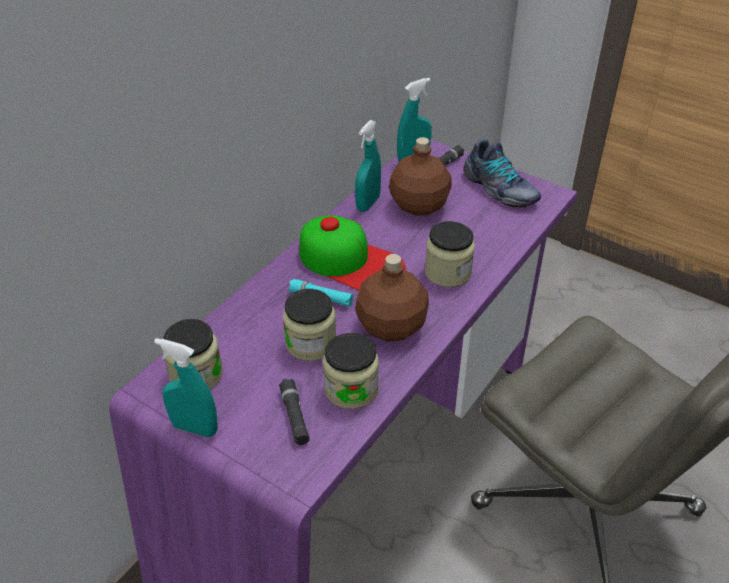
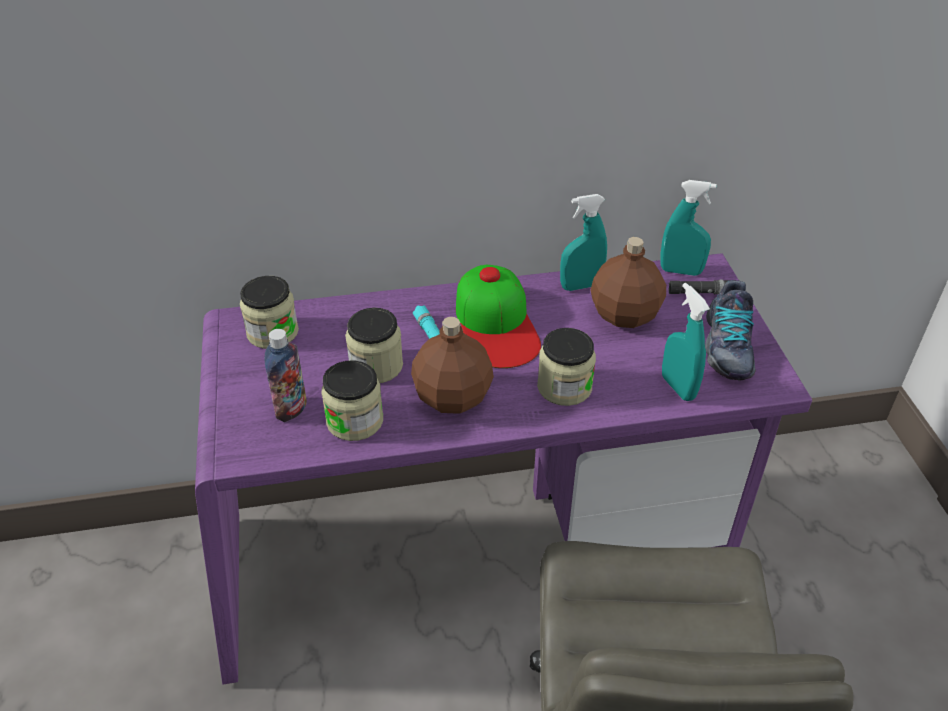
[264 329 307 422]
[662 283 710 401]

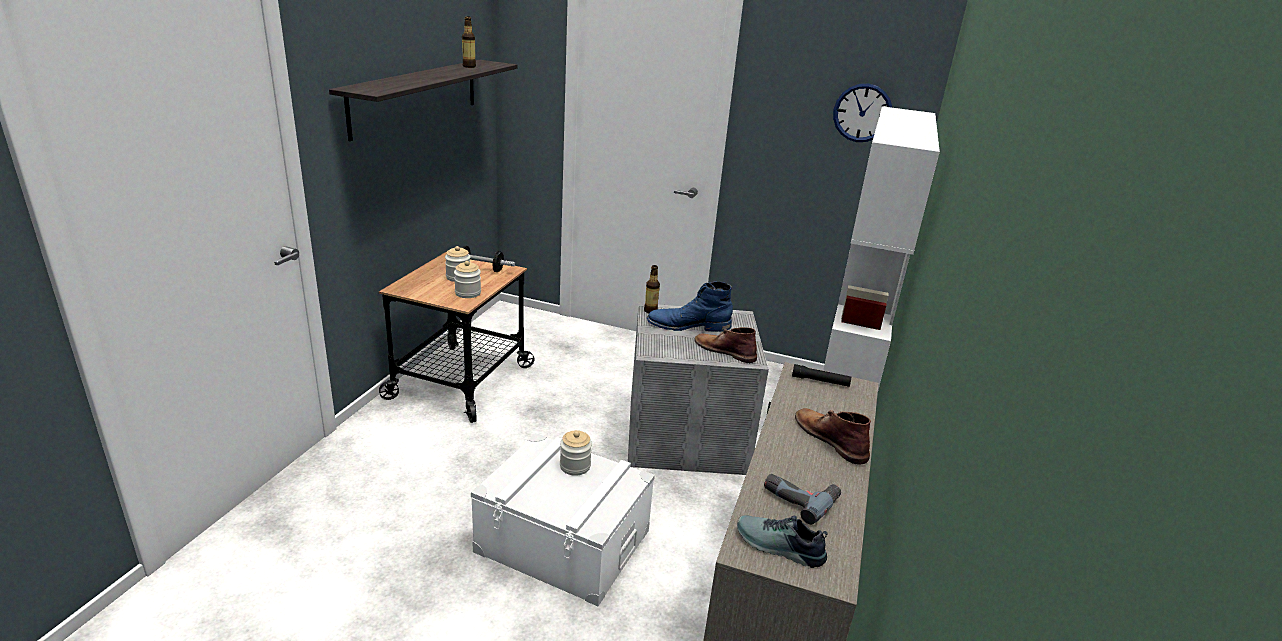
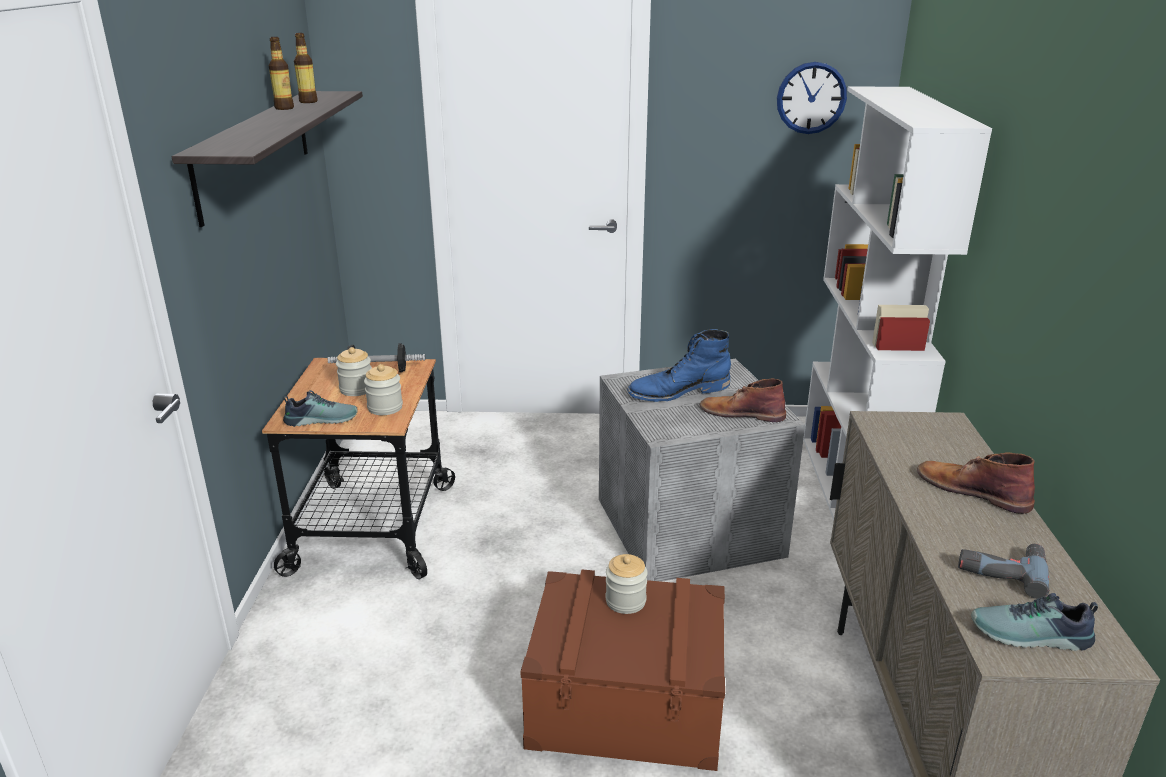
[269 37 294 110]
[283 390 358 427]
[521 569 725 771]
[792 364 851 387] (first image)

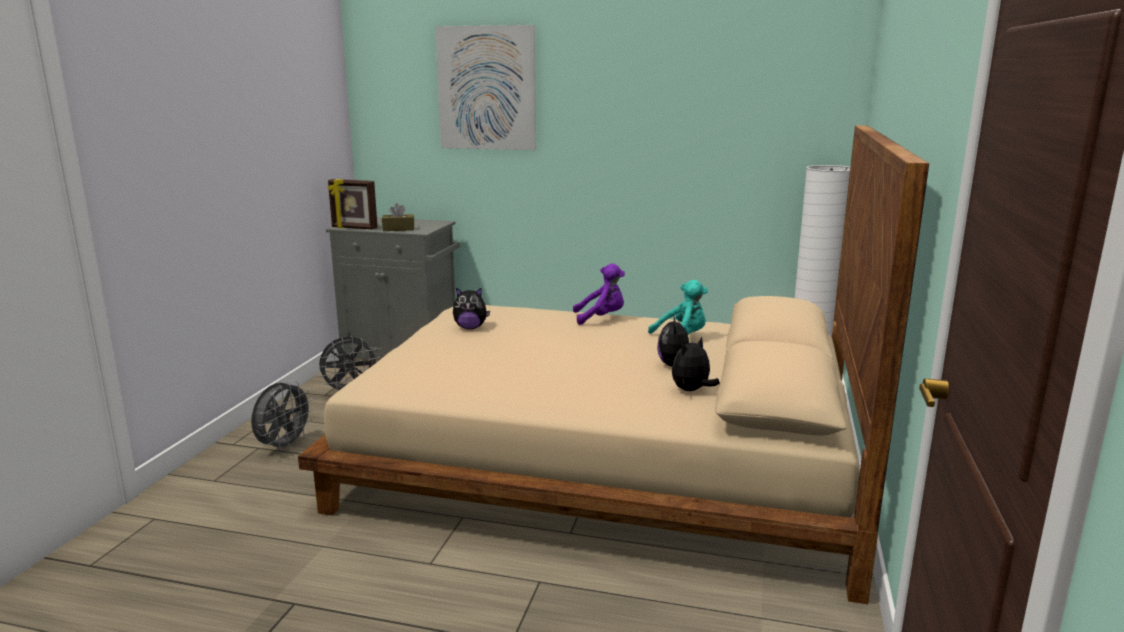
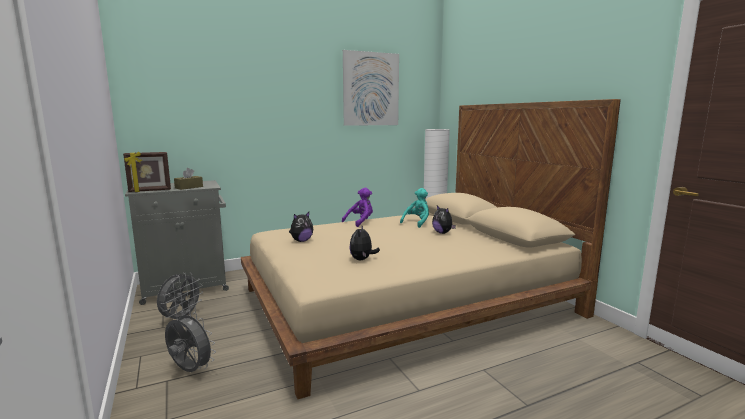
[165 311 216 372]
[343 50 399 126]
[350 226 380 260]

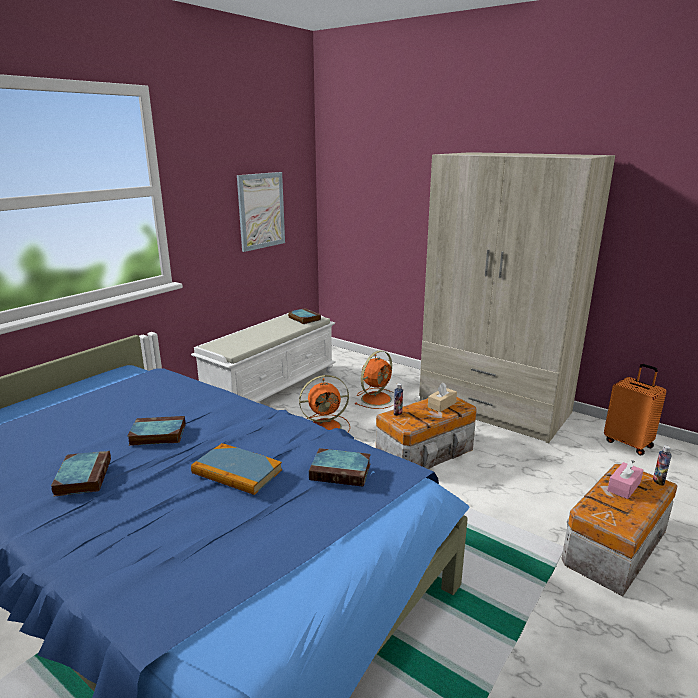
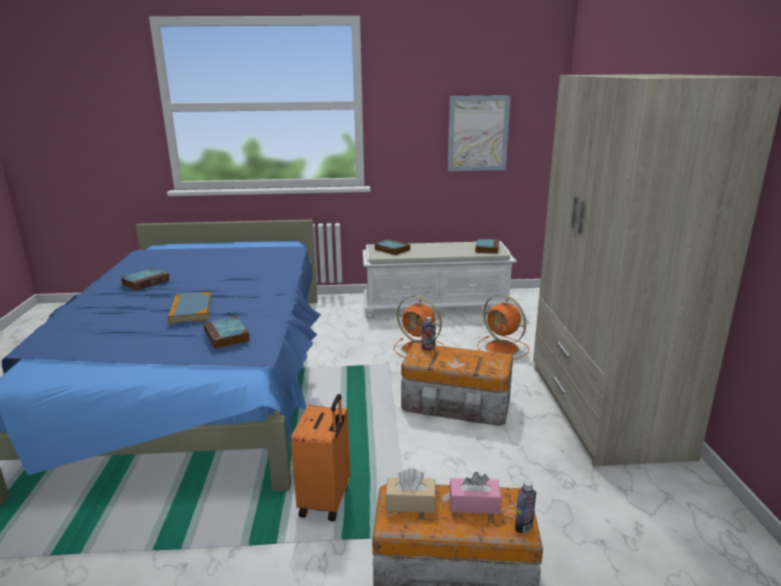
[291 394 350 521]
[375 239 410 255]
[386 468 436 513]
[477 294 529 360]

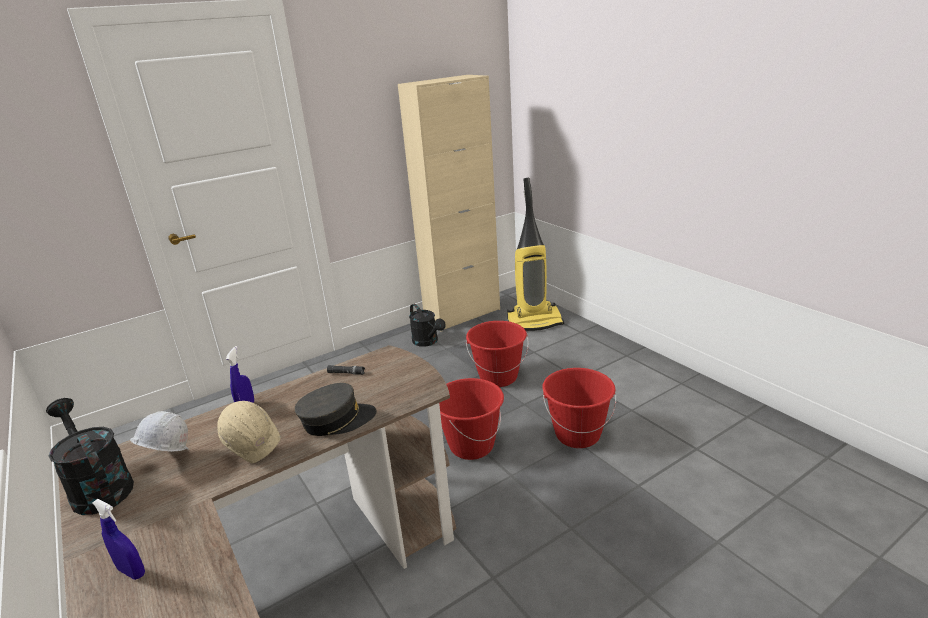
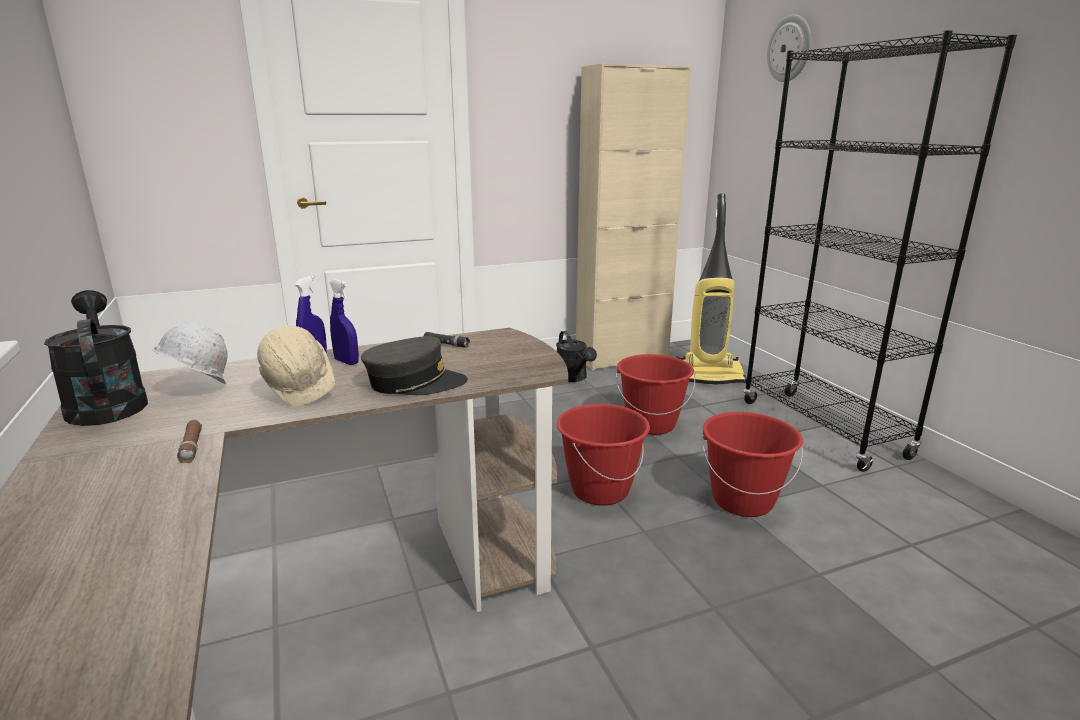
[177 420 202 463]
[330 279 359 365]
[744 30 1017 472]
[767 14 811 82]

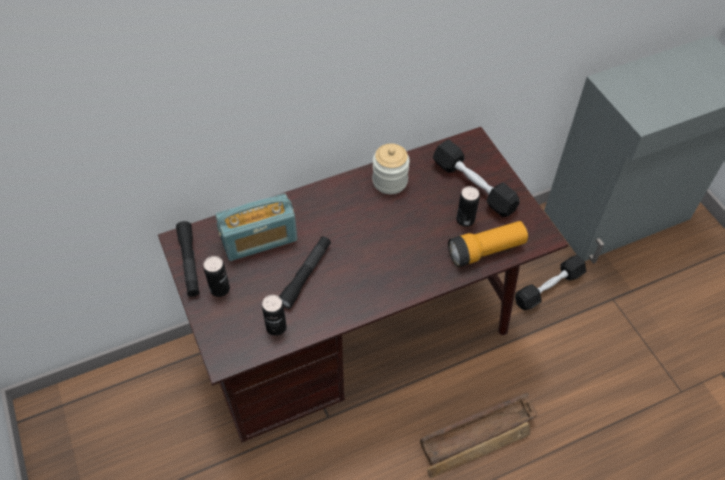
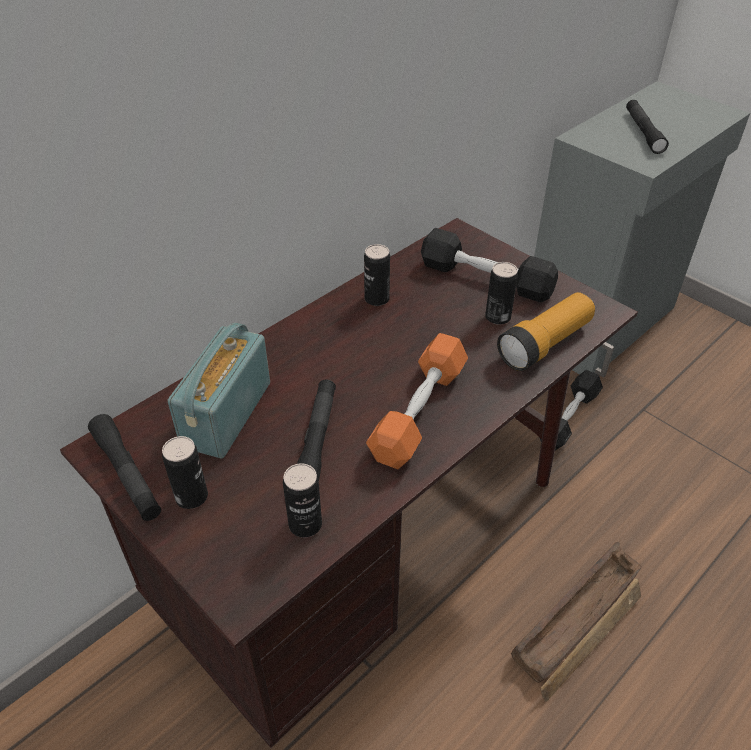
[168 323 270 459]
[364 244 390 306]
[366 333 468 469]
[626 100 669 154]

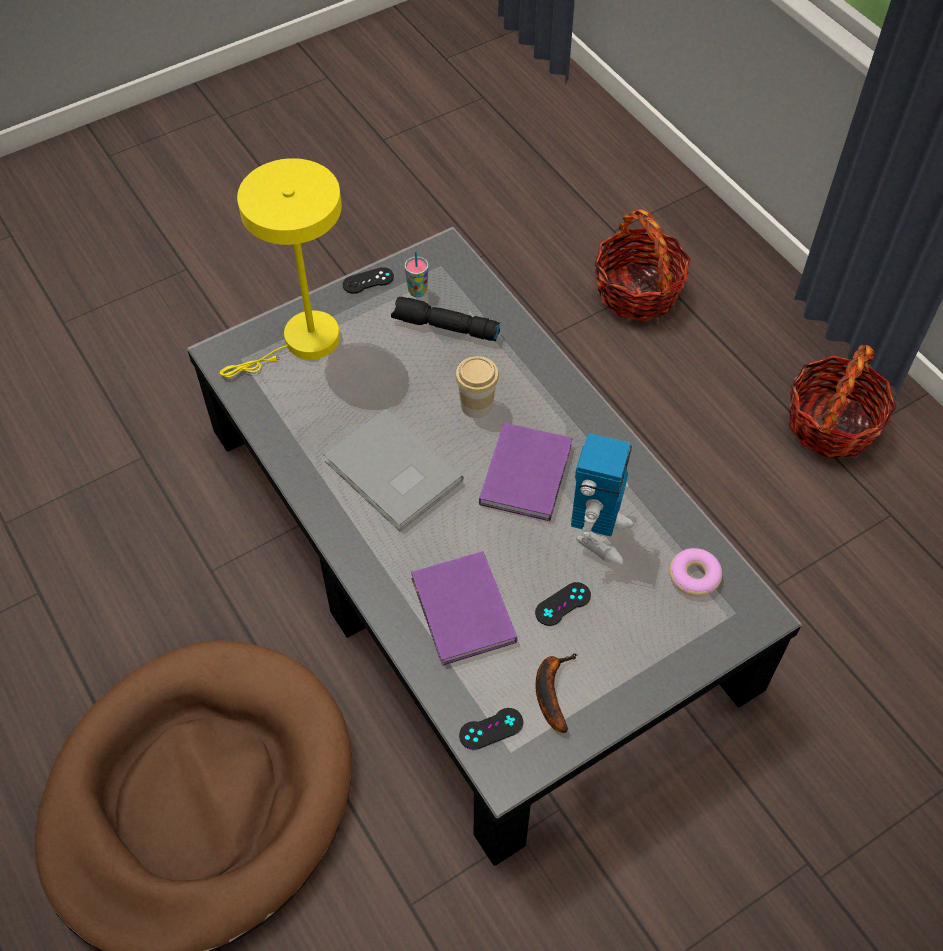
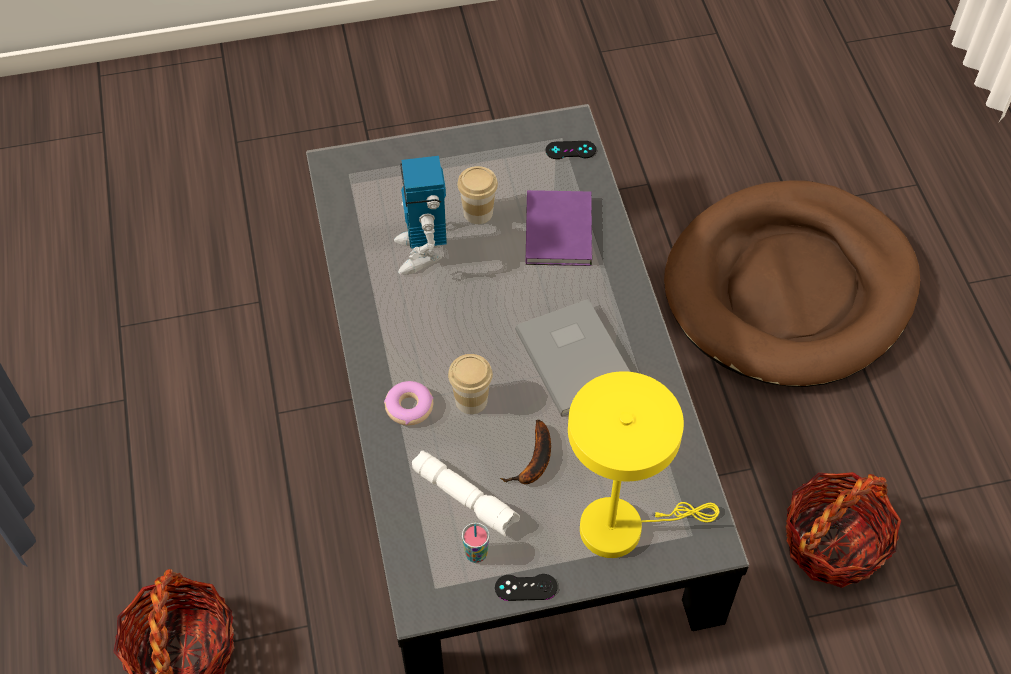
[384 381 433 425]
[394 156 447 275]
[412 450 520 537]
[457 166 498 224]
[500 420 551 484]
[786 472 901 588]
[479 423 573 521] (first image)

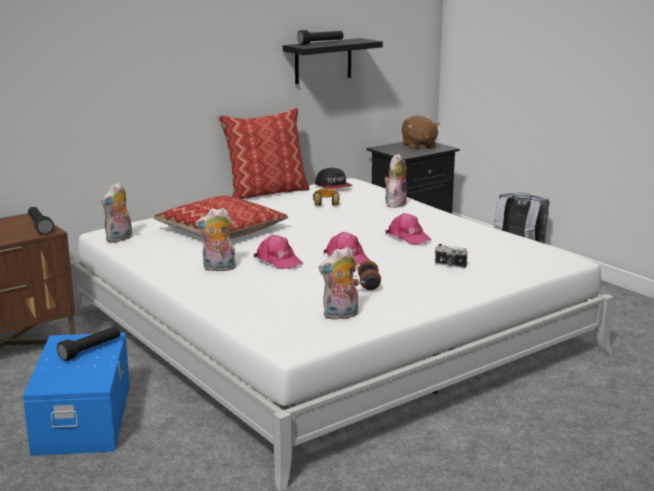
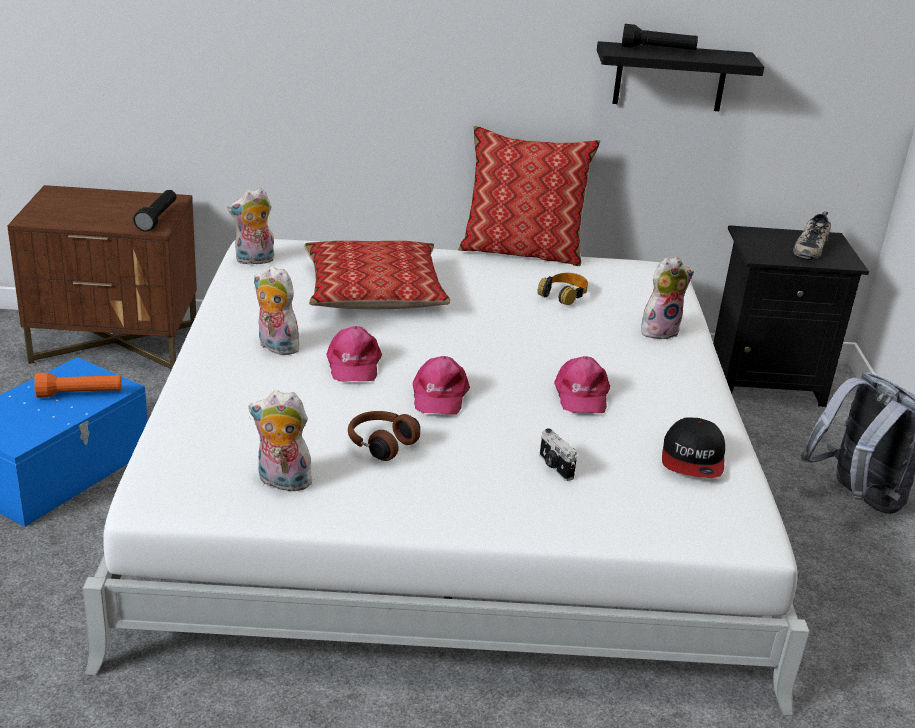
[34 373 122 398]
[662 417 725 478]
[793 211 831 260]

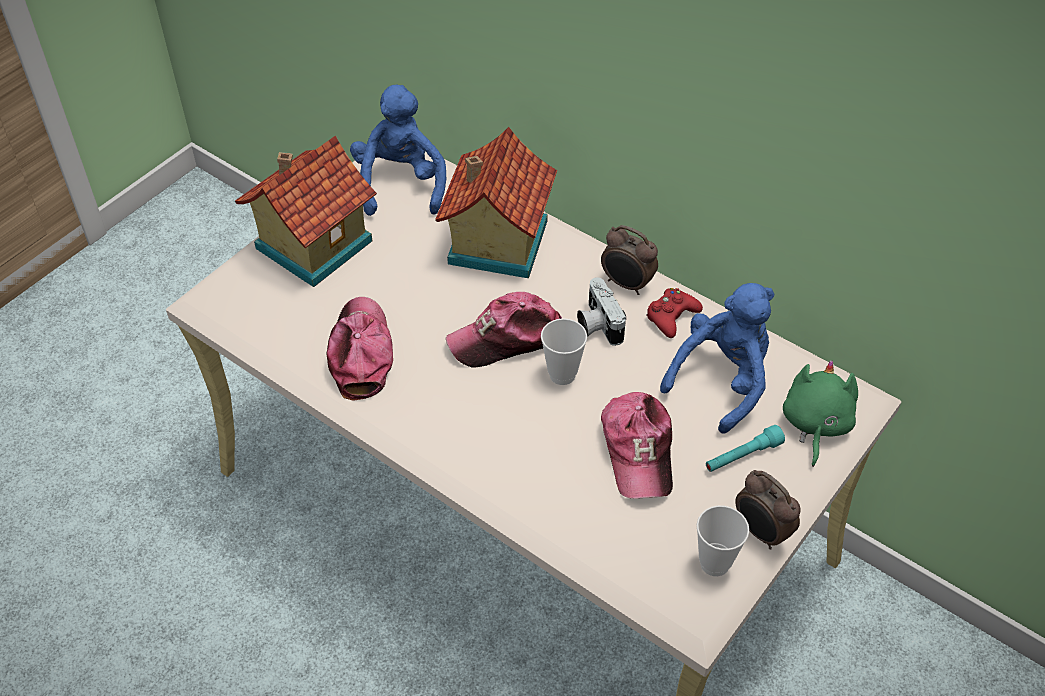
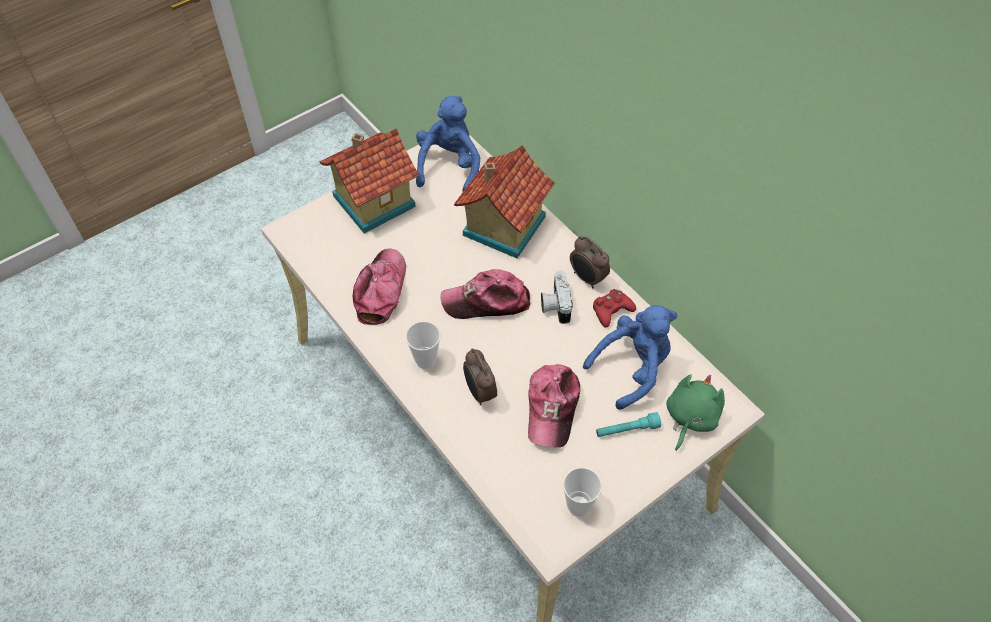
[405 321 441 369]
[463 348 497 405]

